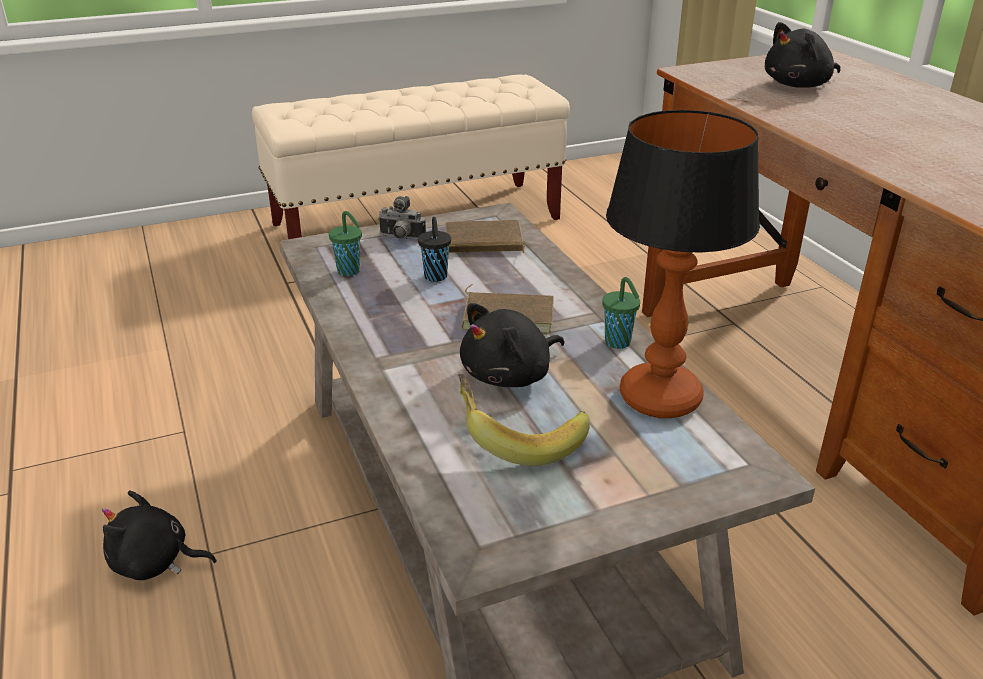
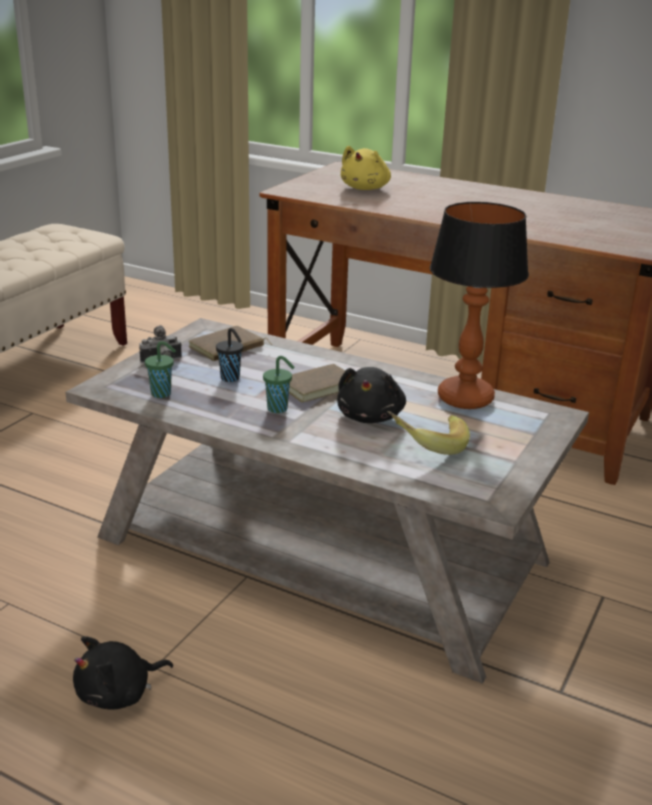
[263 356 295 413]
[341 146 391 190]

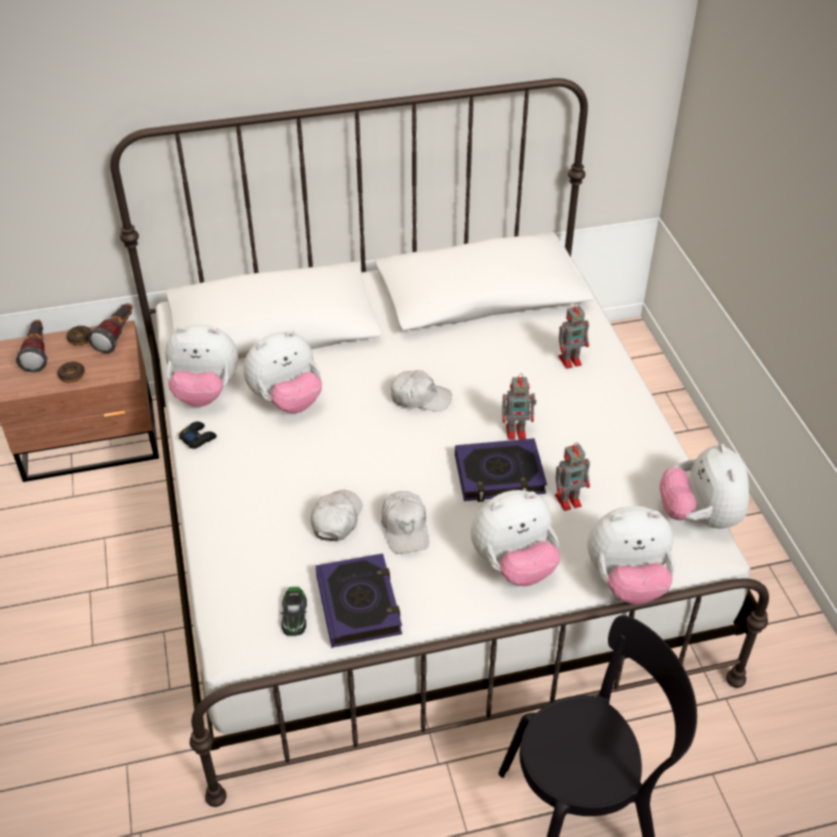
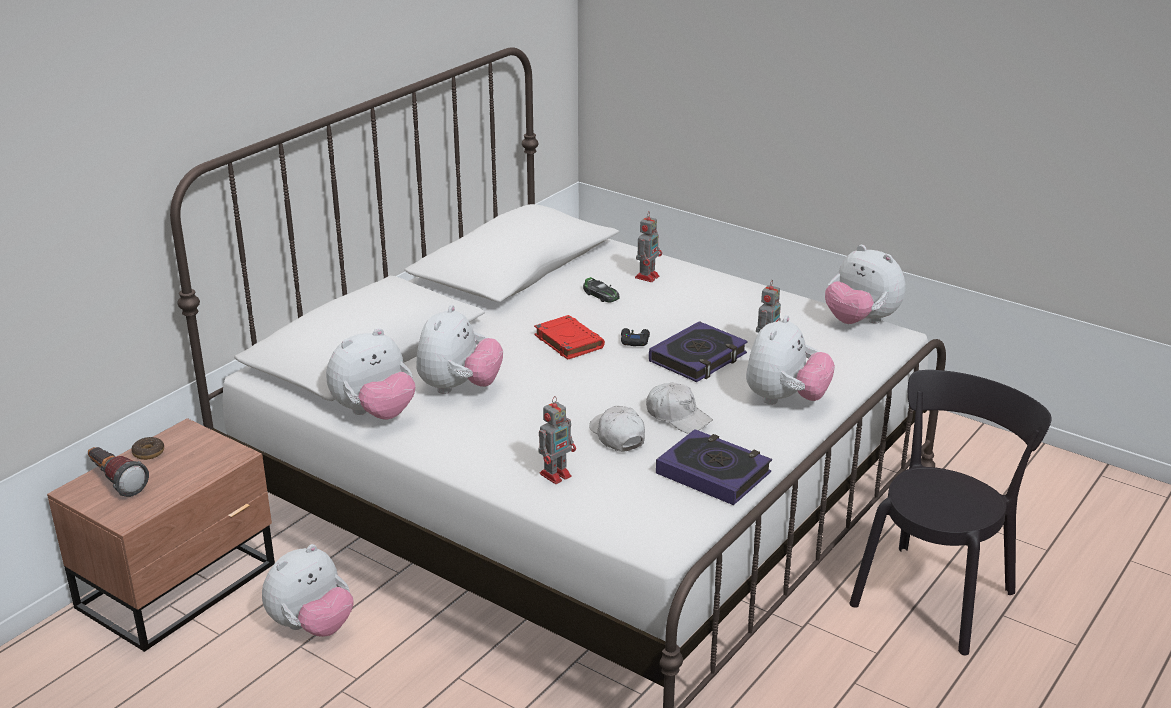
[262 544 354 637]
[534 315 605 360]
[539 396 576 484]
[583 277 620 303]
[621 328 650 346]
[58 362 85 383] (first image)
[88 303 133 353] (first image)

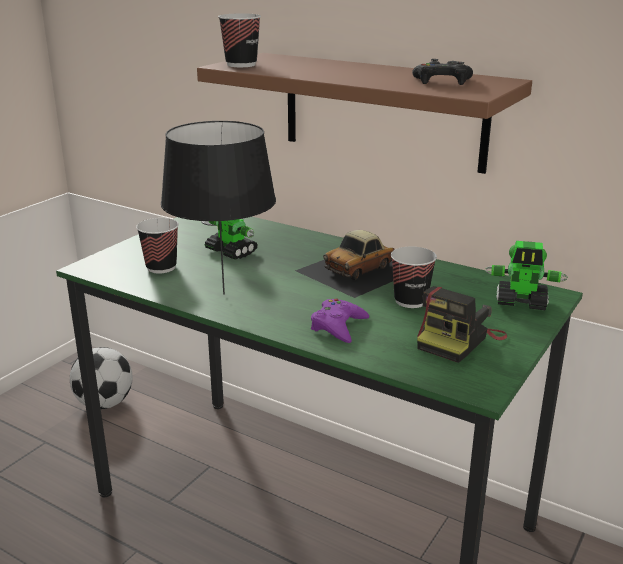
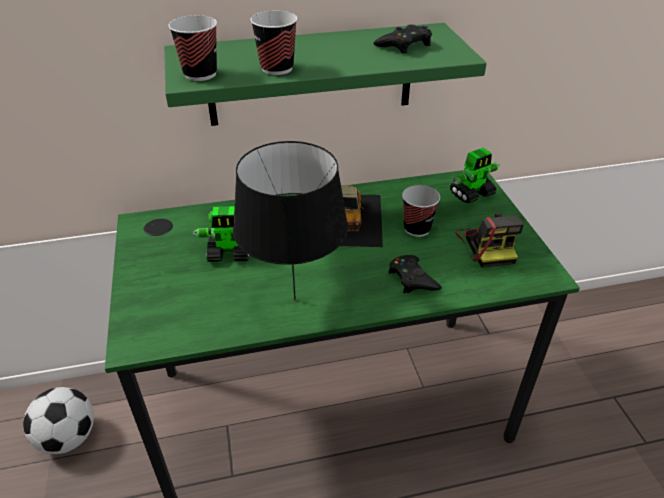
[164 23 487 126]
[250 10 298 75]
[389 255 442 293]

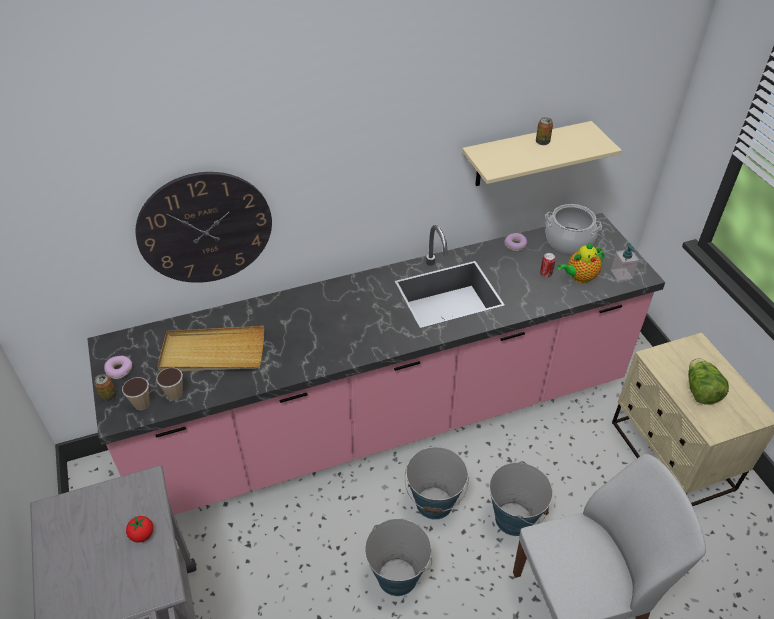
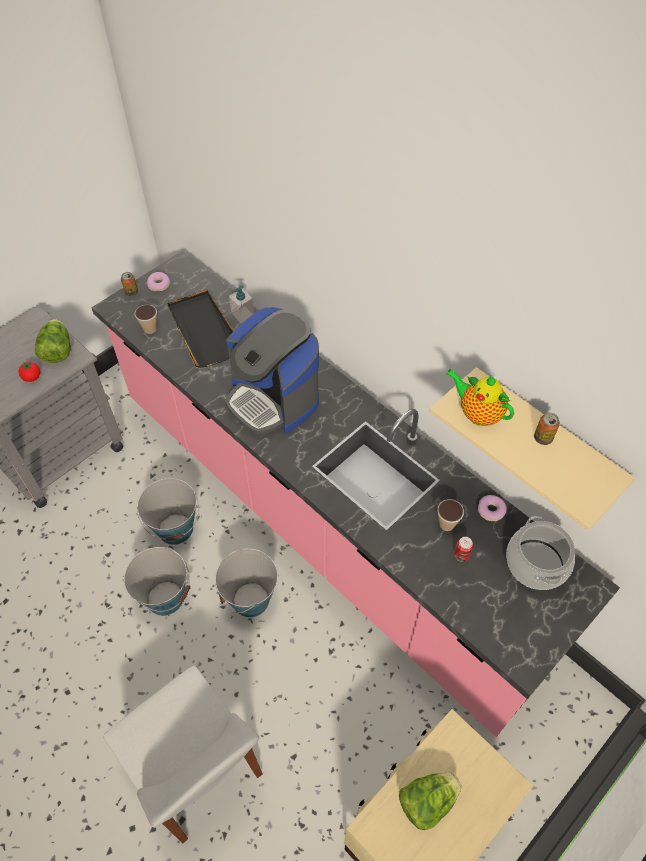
[35 319 71 363]
[137 478 199 545]
[167 290 234 368]
[225 307 319 435]
[229 285 254 323]
[437 499 464 531]
[446 369 514 426]
[135 172 272 283] (first image)

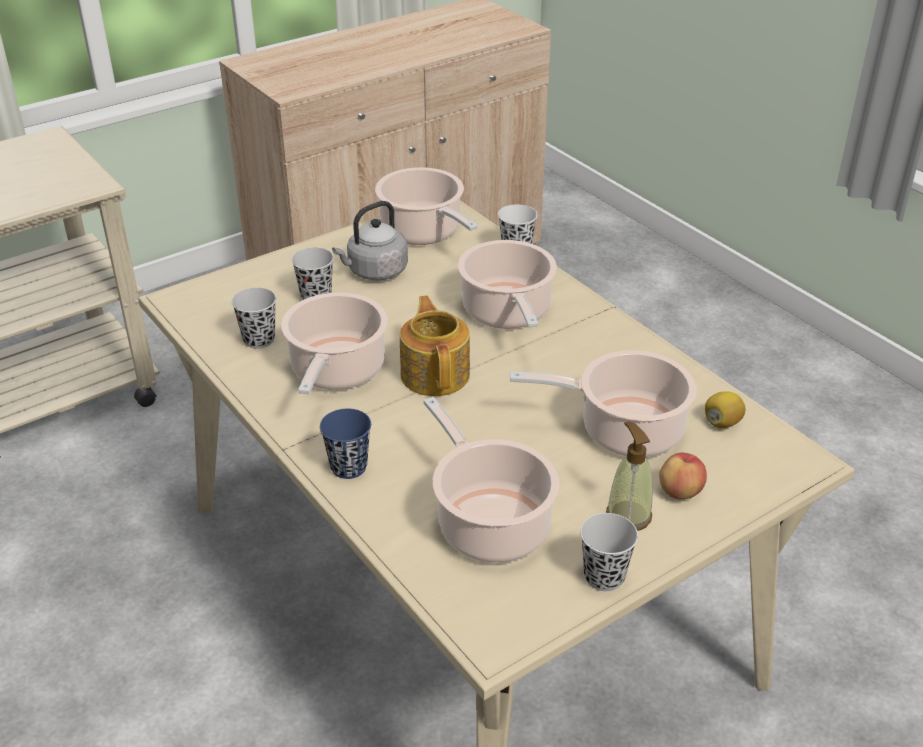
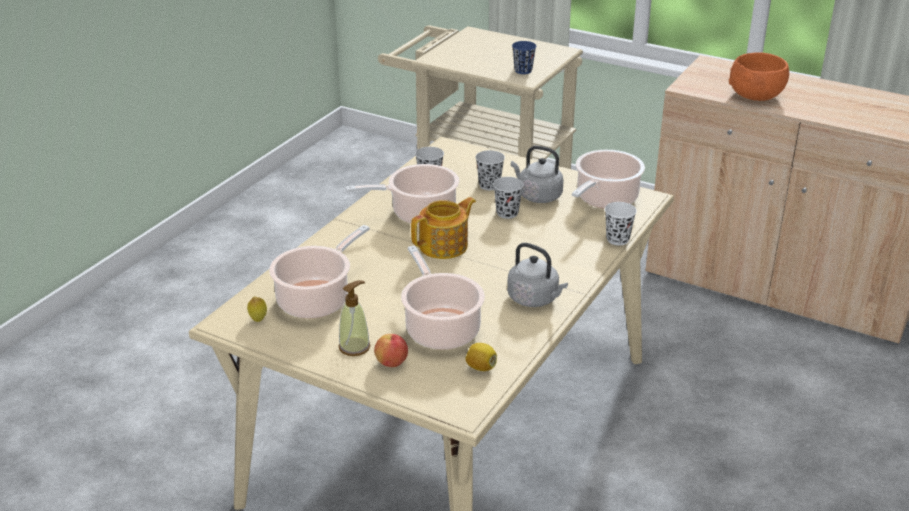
[247 297 267 322]
[493 177 524 219]
[507 243 568 307]
[512 41 536 74]
[729 52 789 101]
[458 240 557 329] (first image)

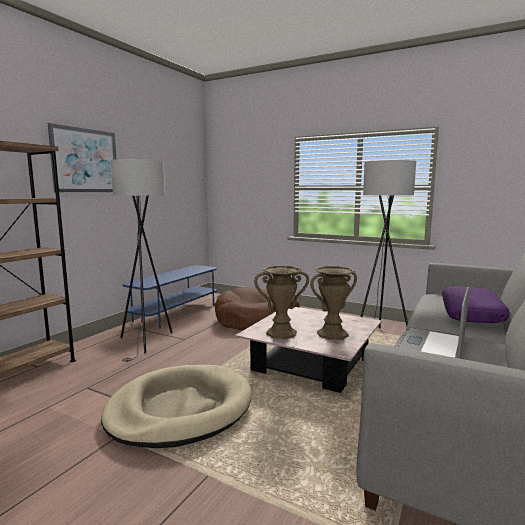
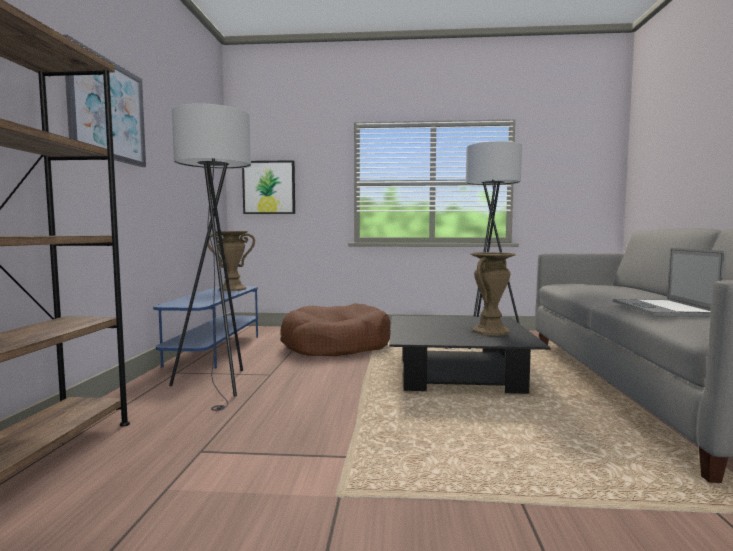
[207 231 255 291]
[242 160 295 214]
[389 316 551 394]
[101 365 252 448] (first image)
[442 286 510 323] (first image)

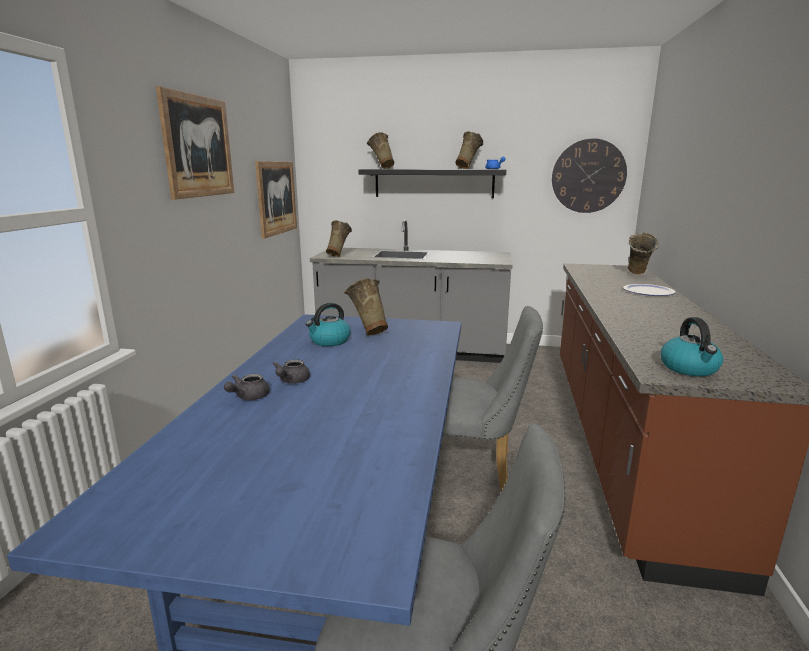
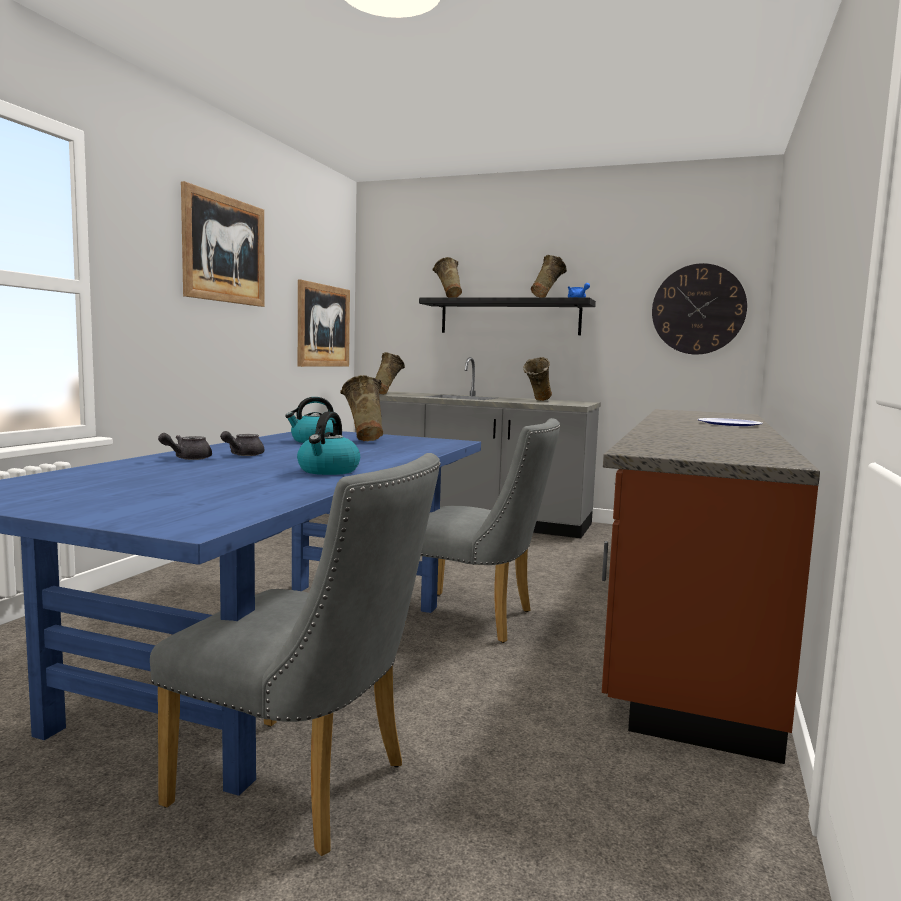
[297 412 360 475]
[523 357 552 401]

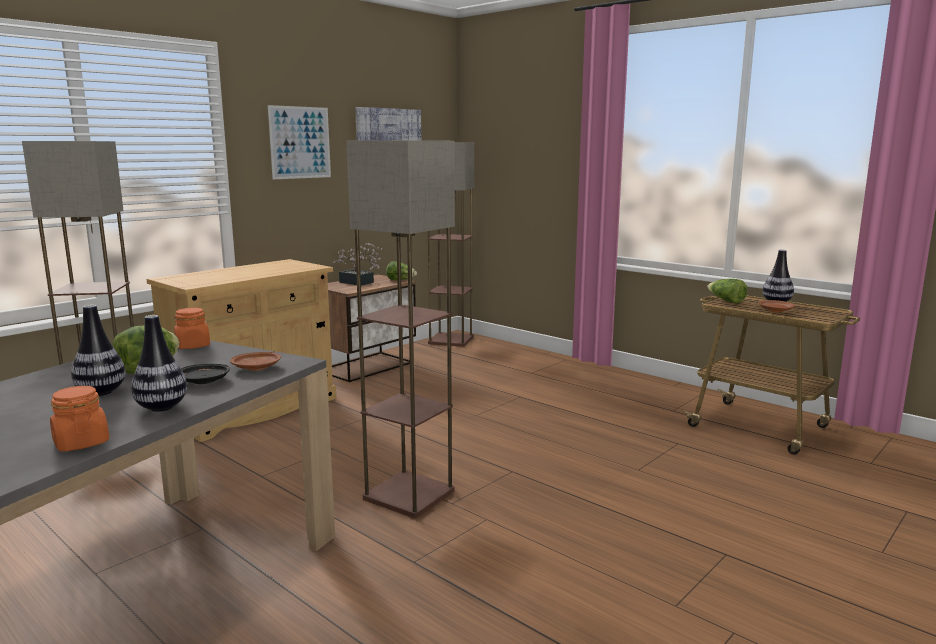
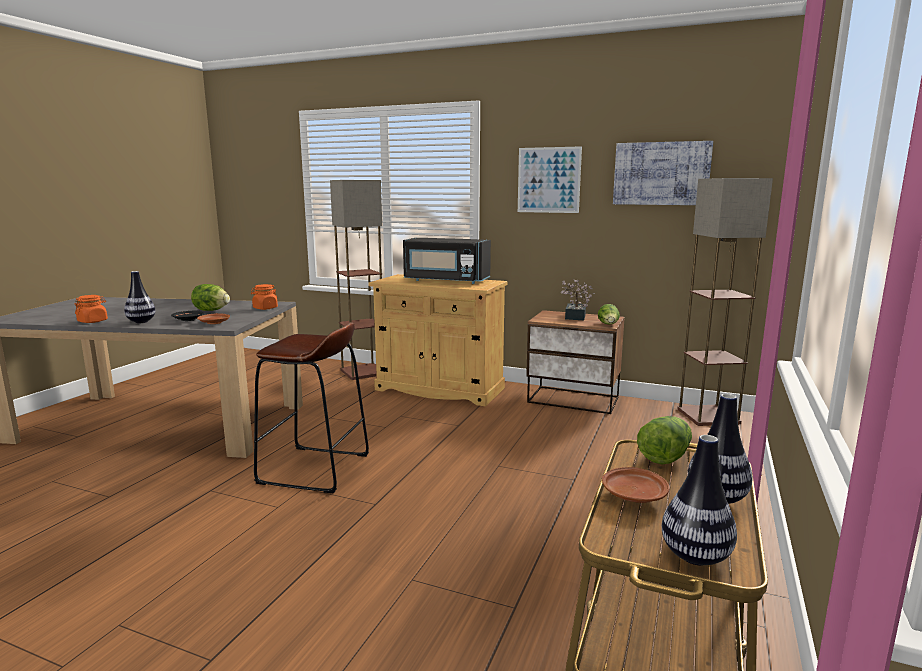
[254 322 369 494]
[403 238 491 284]
[662 435 737 566]

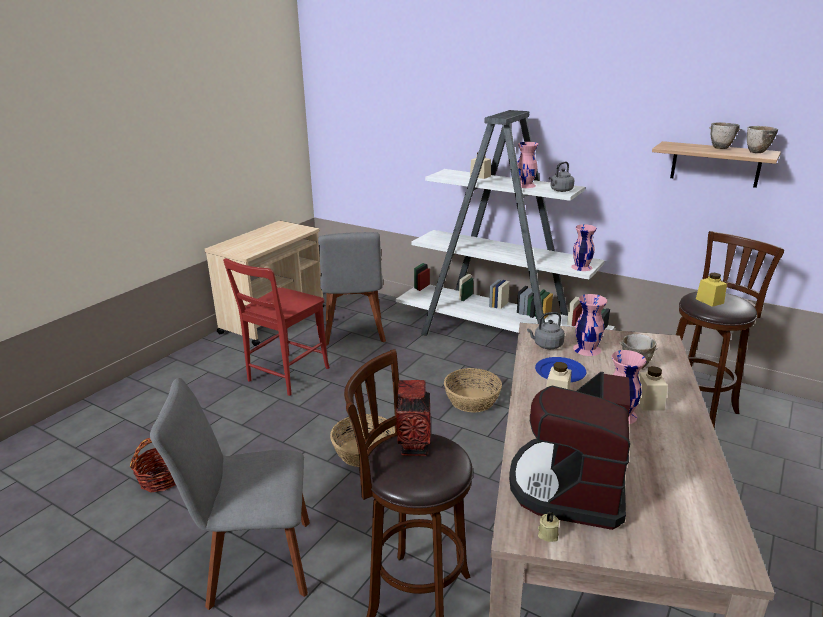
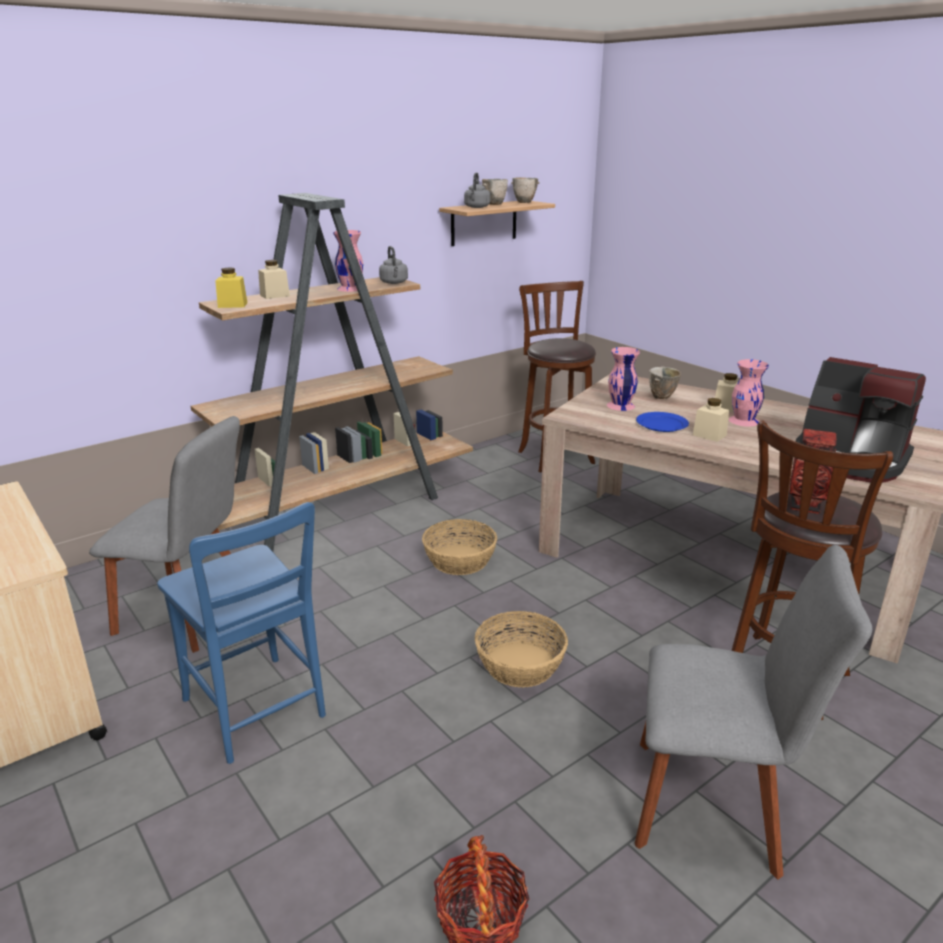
[157 502 326 764]
[191 193 473 552]
[215 267 247 308]
[464 173 490 208]
[635 545 872 880]
[538 512 559 542] (first image)
[571 224 597 271] (first image)

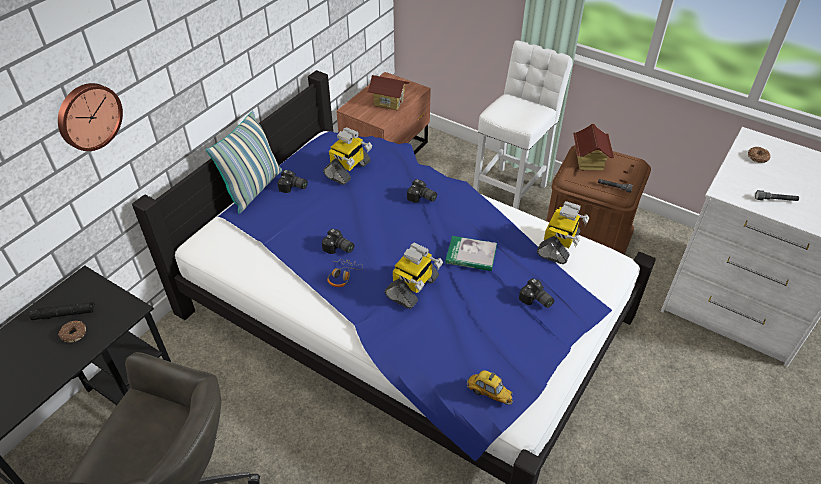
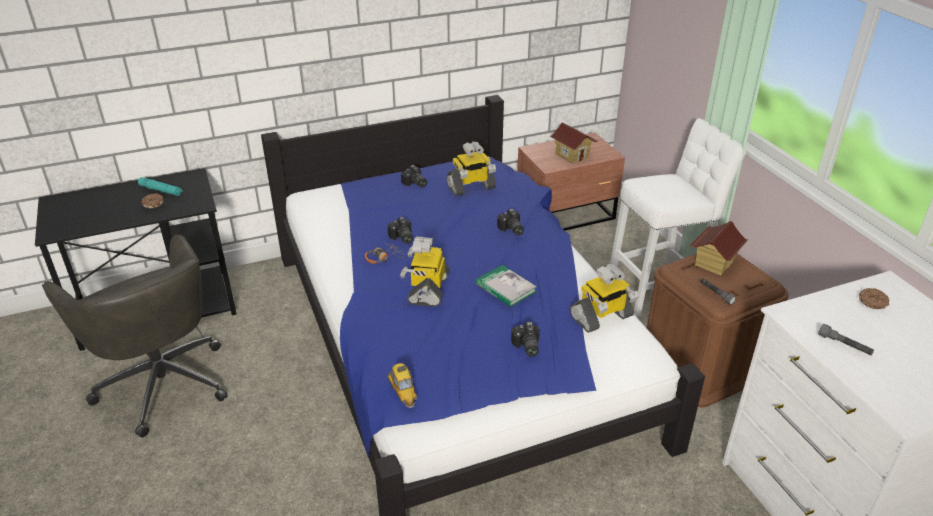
[138 177 183 196]
[400 237 450 307]
[58 83 123 151] (first image)
[206 110 282 214] (first image)

